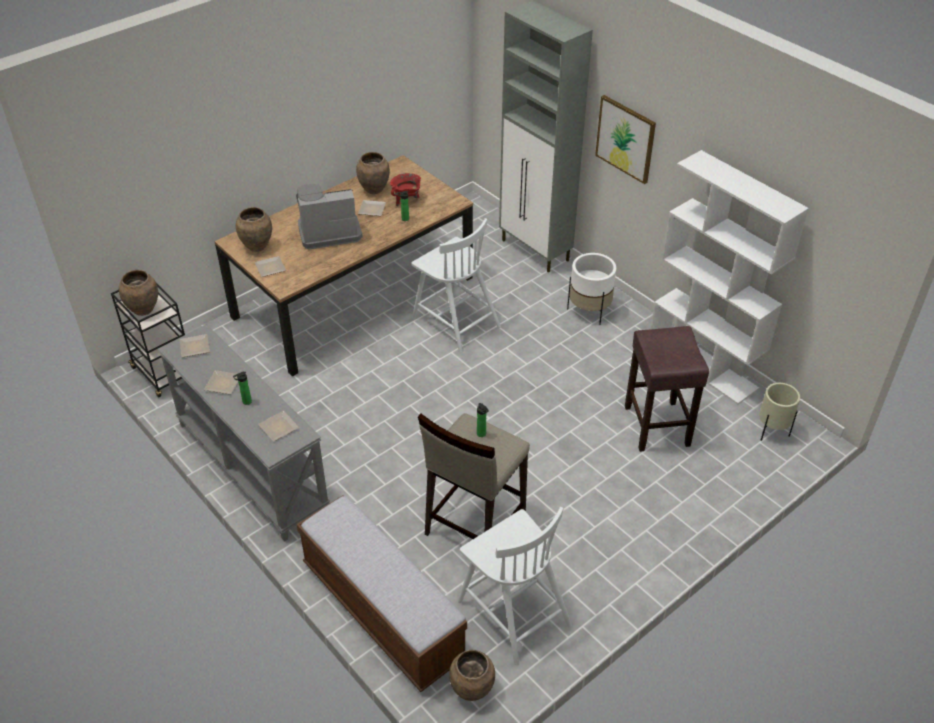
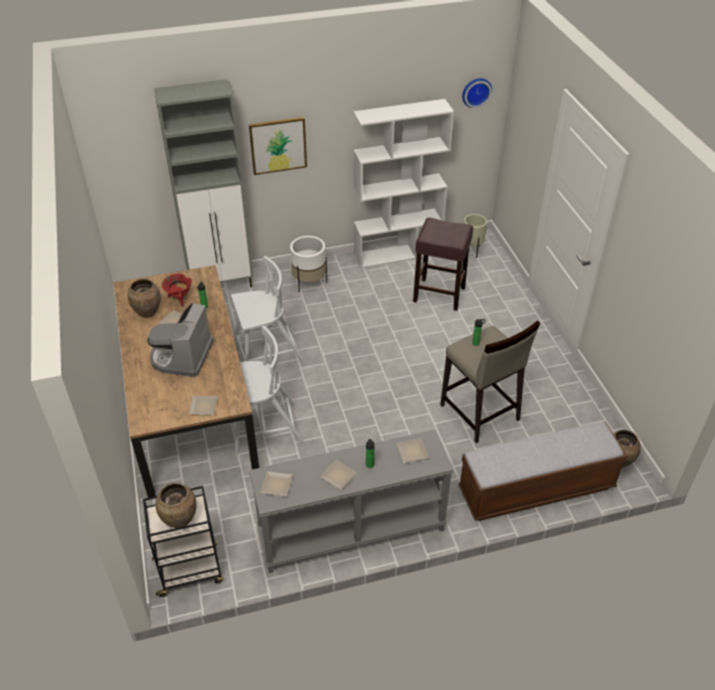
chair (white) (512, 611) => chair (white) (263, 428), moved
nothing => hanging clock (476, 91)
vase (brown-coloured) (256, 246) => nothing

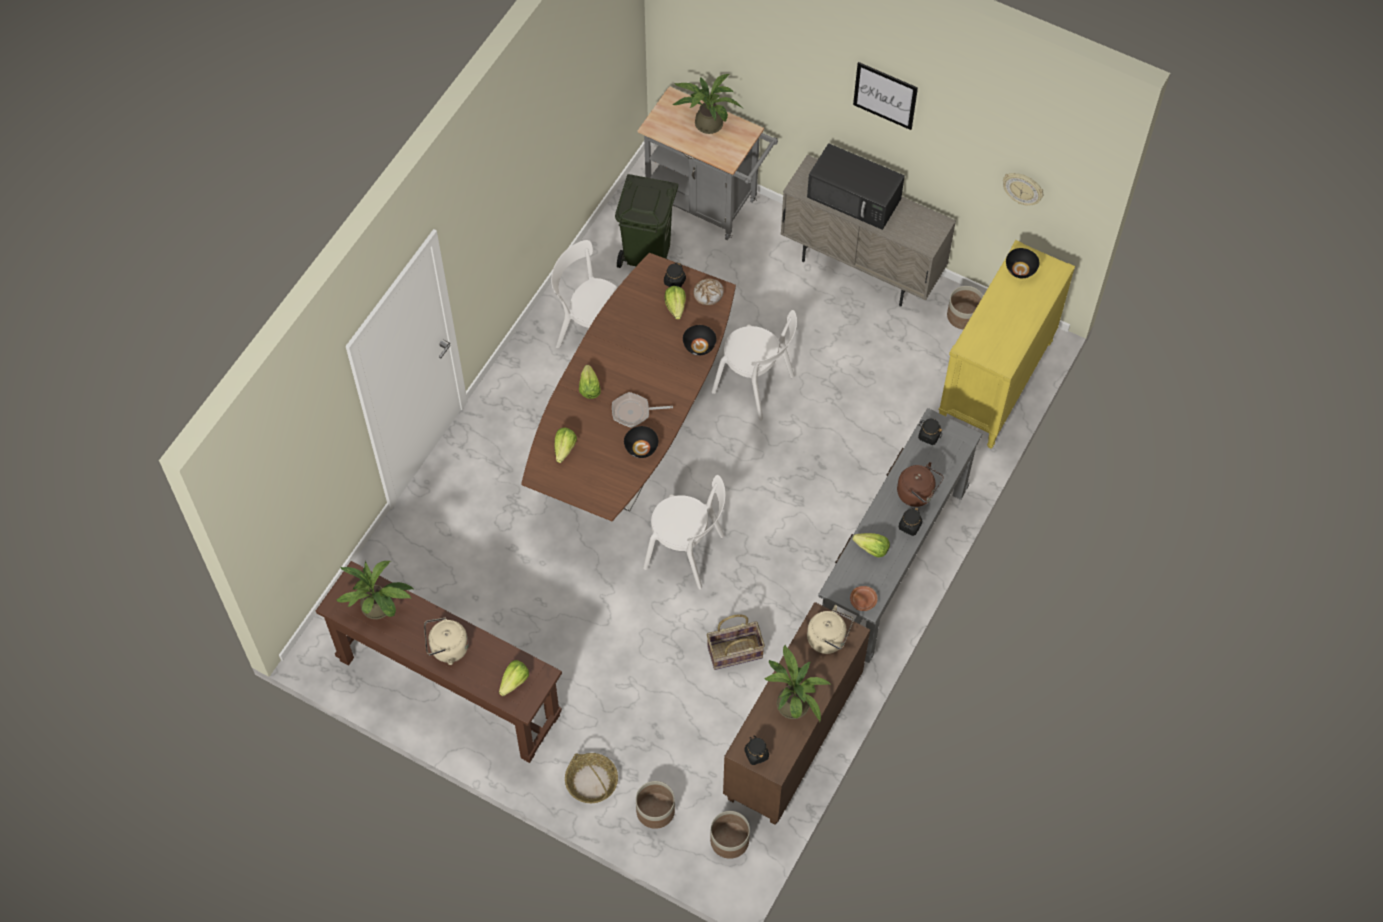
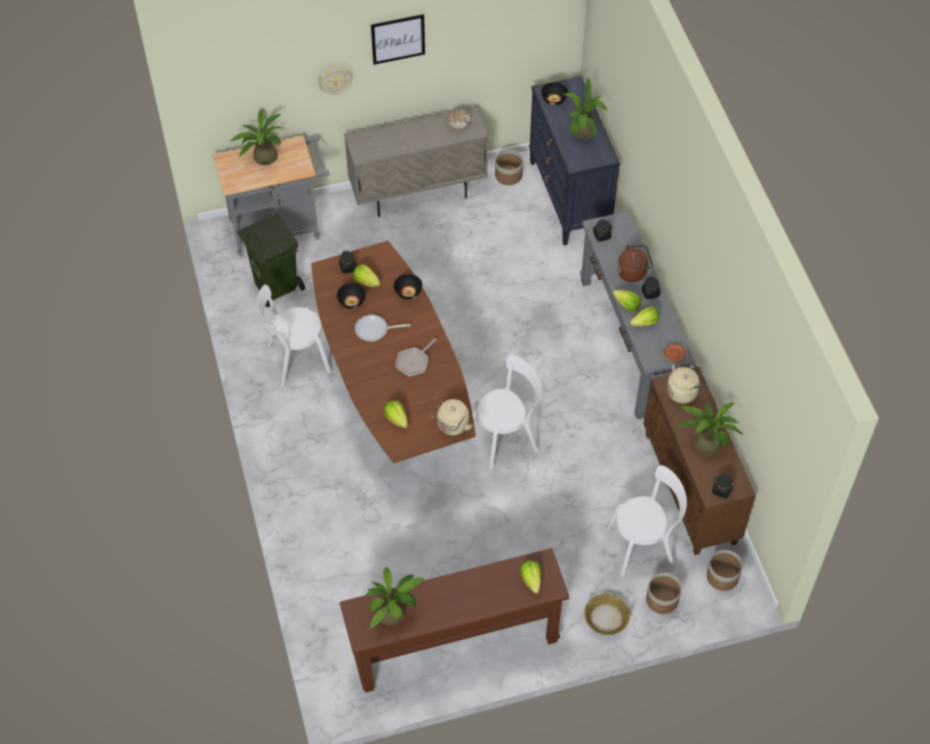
hanging clock (1023, 188) => hanging clock (335, 80), moved
deep dish (black) (641, 447) => deep dish (black) (351, 301), moved
nothing => frying pan (375, 330)
kettle (beige) (447, 648) => kettle (beige) (452, 426), moved
bread (708, 294) => bread (459, 122), moved
dresser (yellow) (995, 384) => dresser (black) (569, 198)
nothing => potted plant (582, 133)
chair (white) (756, 386) => chair (white) (644, 546), moved
head of lettuce (589, 388) => head of lettuce (626, 305), moved
storage basket (735, 653) => nothing
microwave (black) (855, 198) => nothing

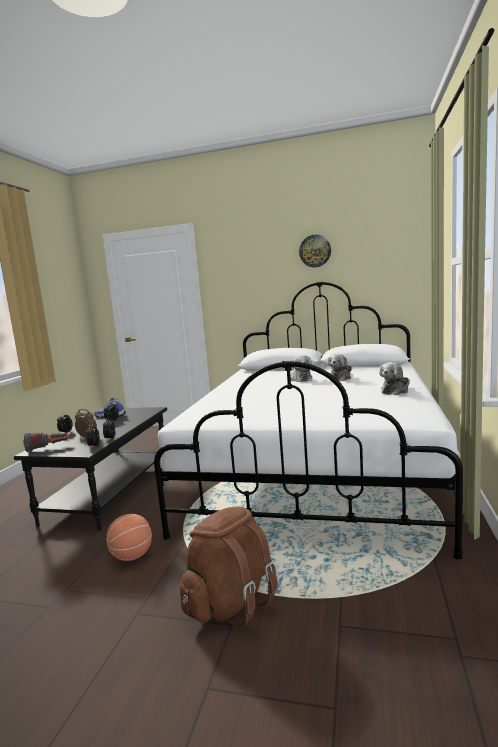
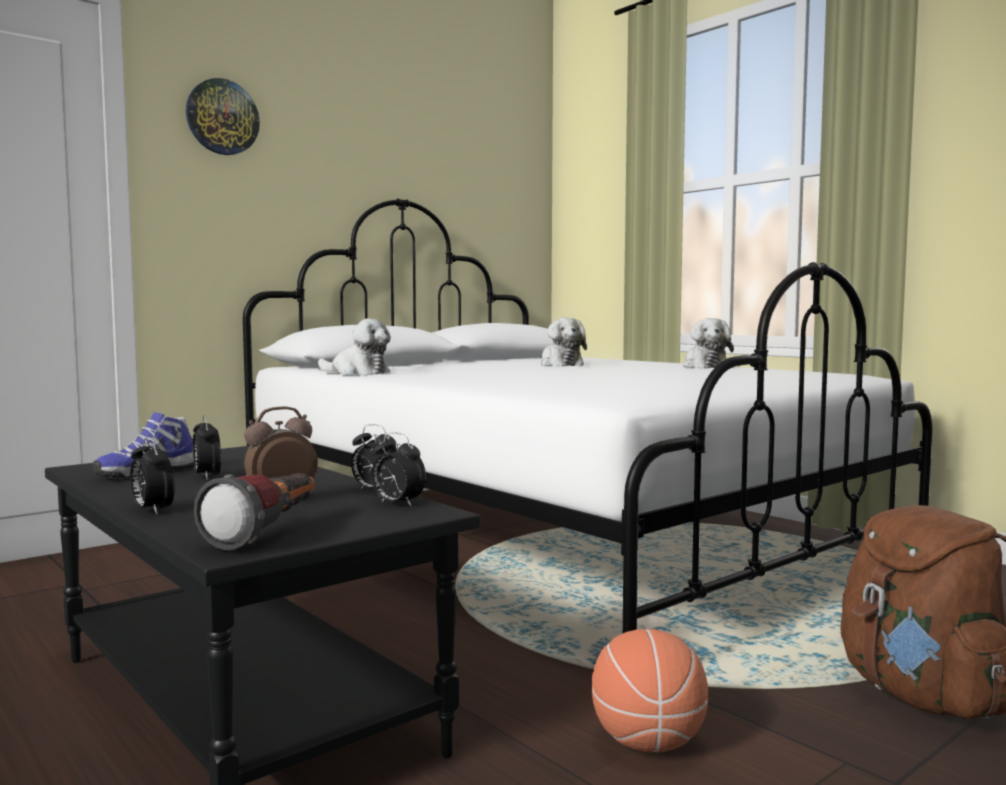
hanging clock (315, 251) => hanging clock (222, 117), moved
plush toy (300, 379) => plush toy (357, 373), moved

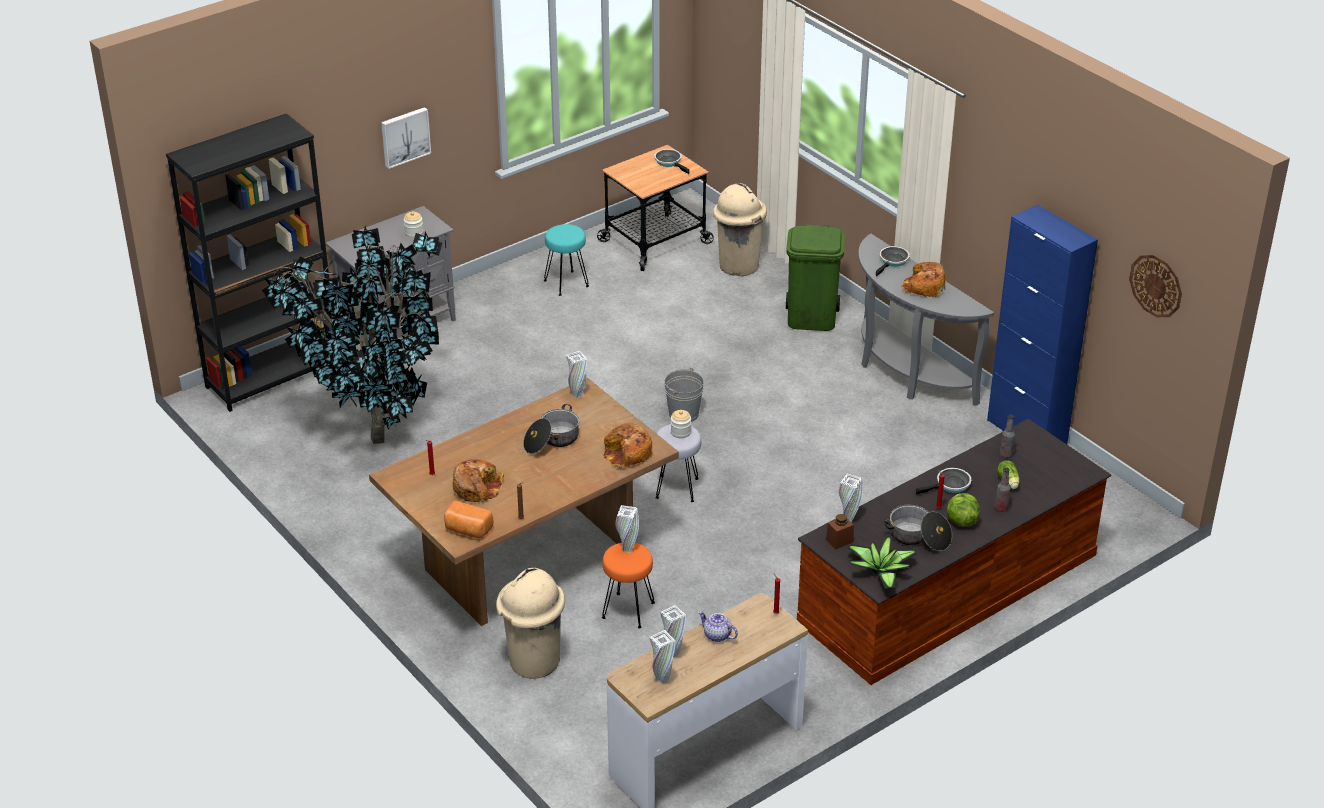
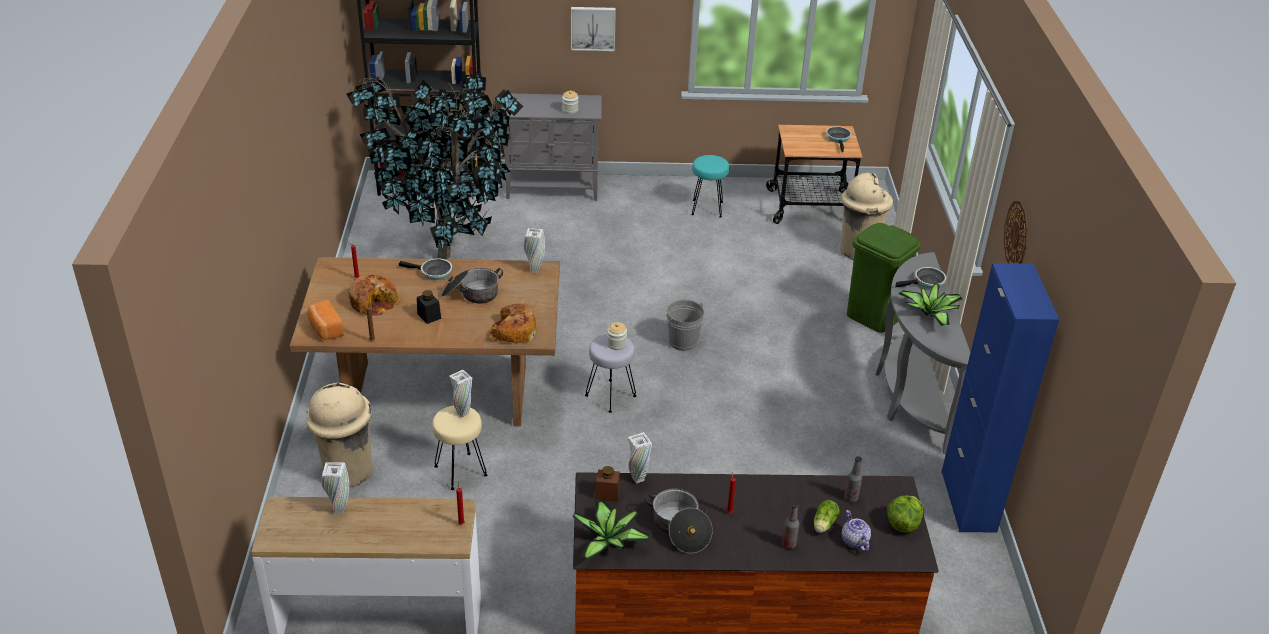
frying pan (950, 485) => frying pan (433, 272), moved
nothing => storage jar (black) (429, 316)
sitting stool (orange-coloured) (628, 611) => sitting stool (beige) (459, 471)
tea pot (717, 635) => tea pot (854, 541), moved
head of lettuce (961, 520) => head of lettuce (902, 524), moved
bread (923, 286) => potted plant (930, 314)
hanging clock (1156, 285) => hanging clock (1017, 235), moved
vase (white) (662, 679) => nothing

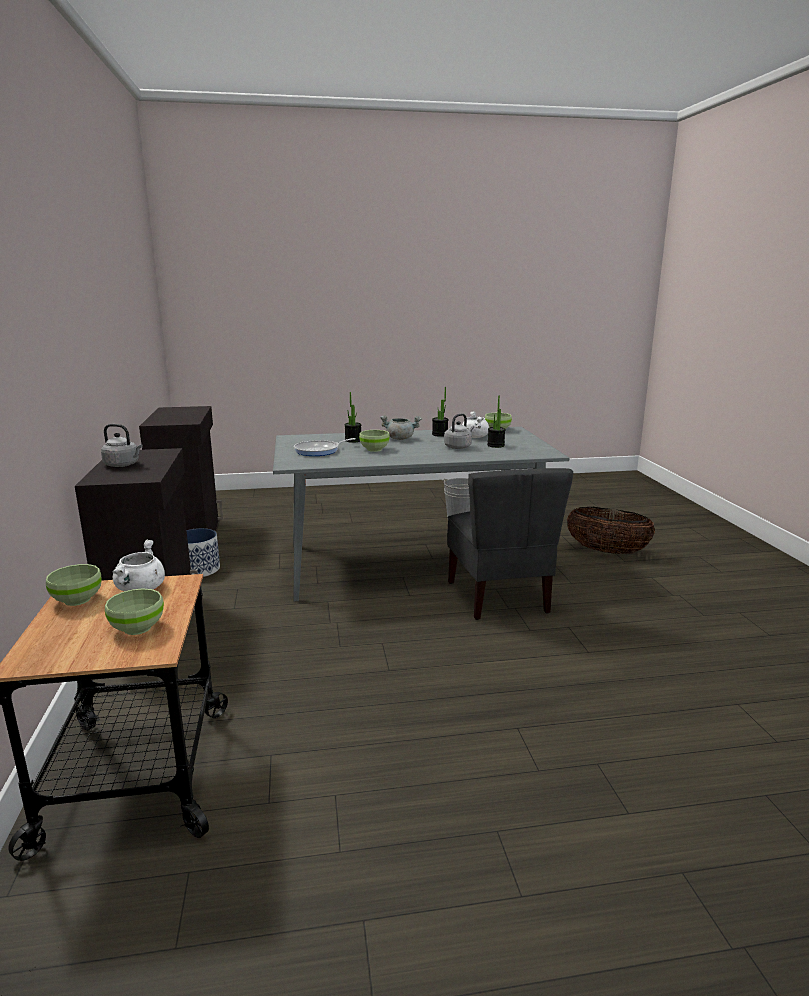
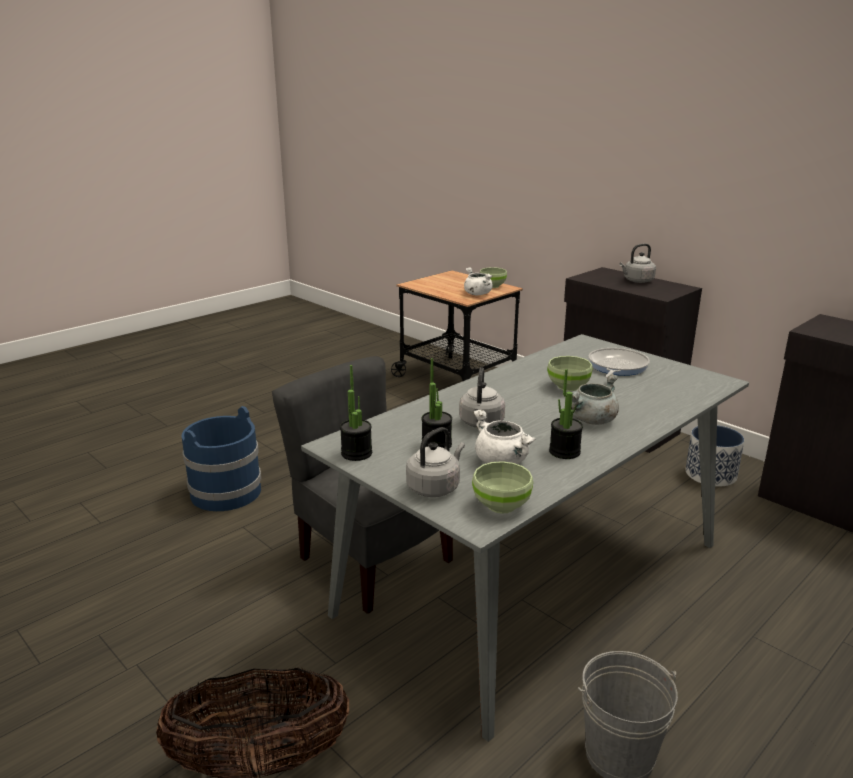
nothing => bucket (blue-coloured) (226, 492)
potted plant (353, 440) => potted plant (356, 453), moved
nothing => kettle (gray) (435, 487)
deep dish (greenish) (138, 628) => nothing

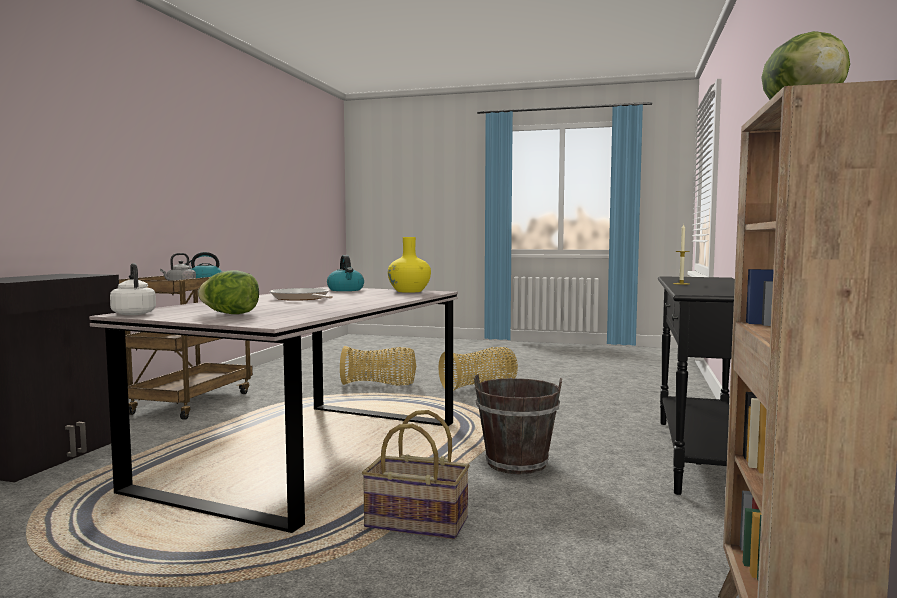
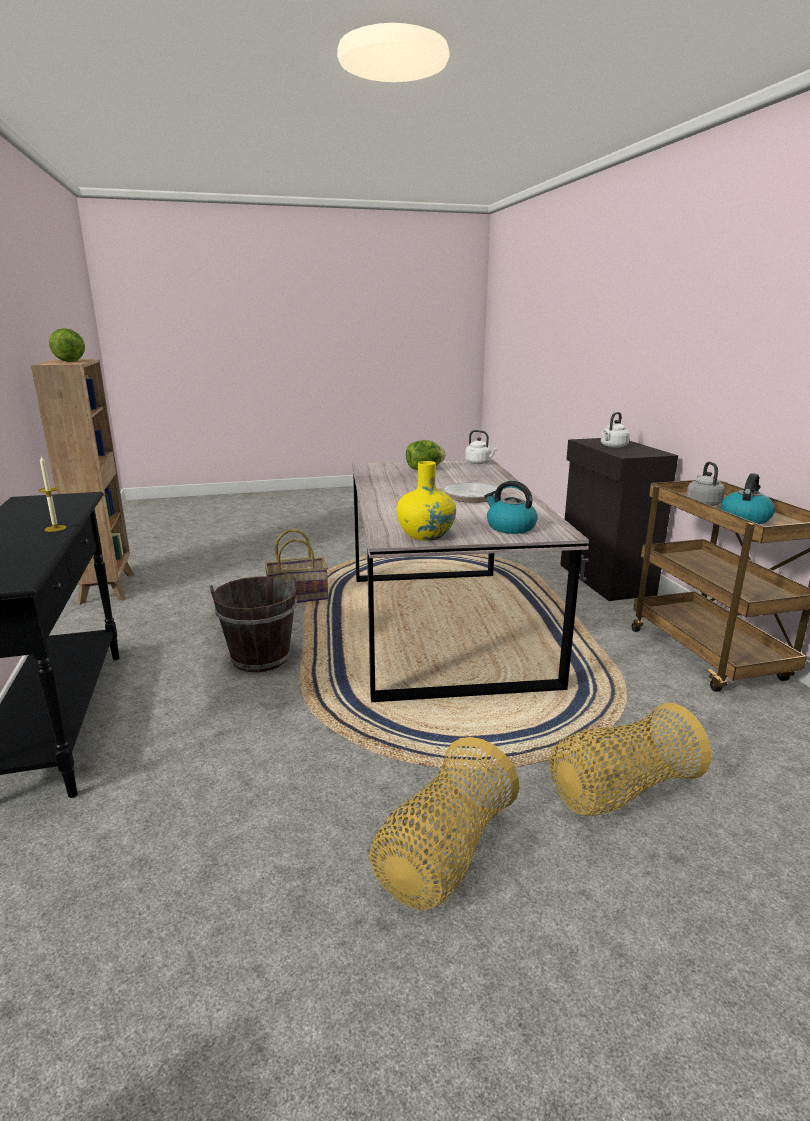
nothing => kettle (white) (613, 446)

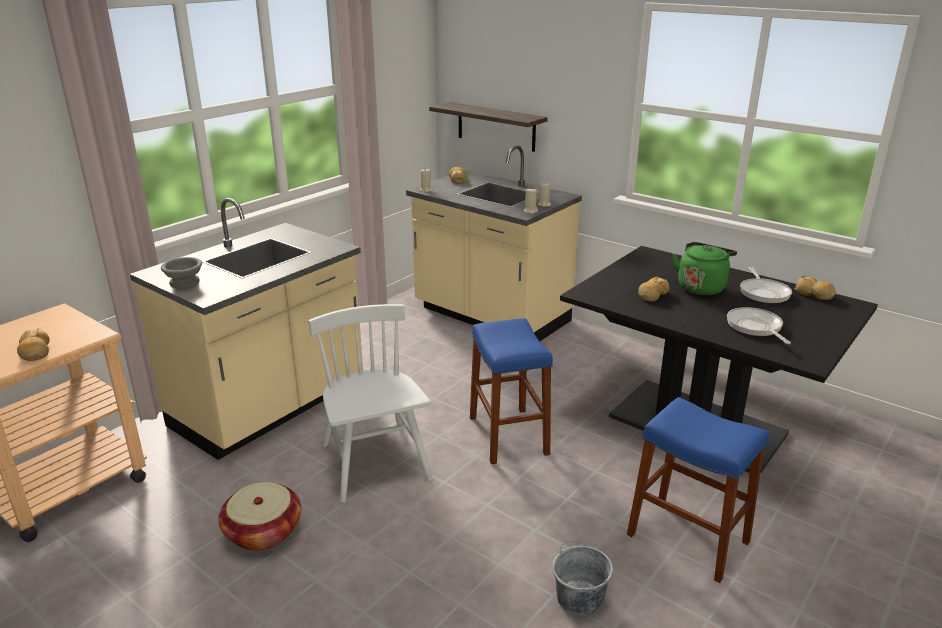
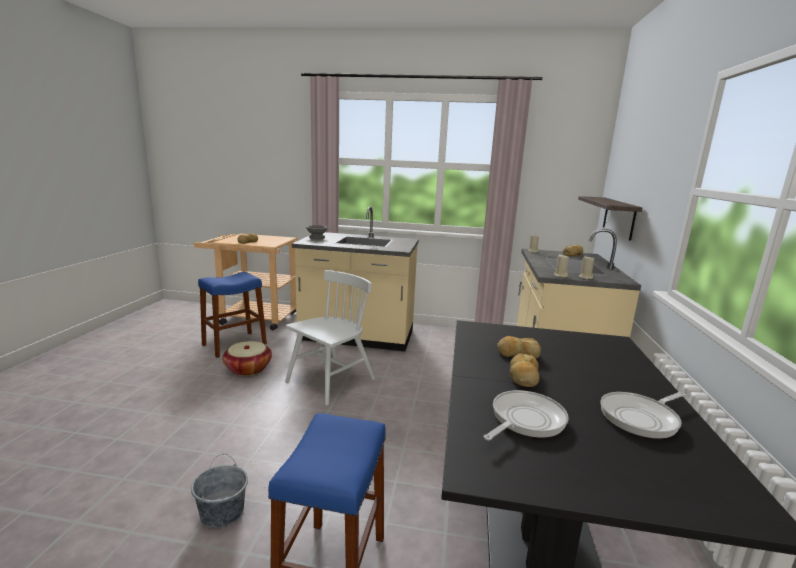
sitting stool (blue-coloured) (508, 435) => sitting stool (blue-coloured) (234, 344), moved
bread (814, 294) => bread (523, 377), moved
kettle (greenish) (701, 287) => nothing

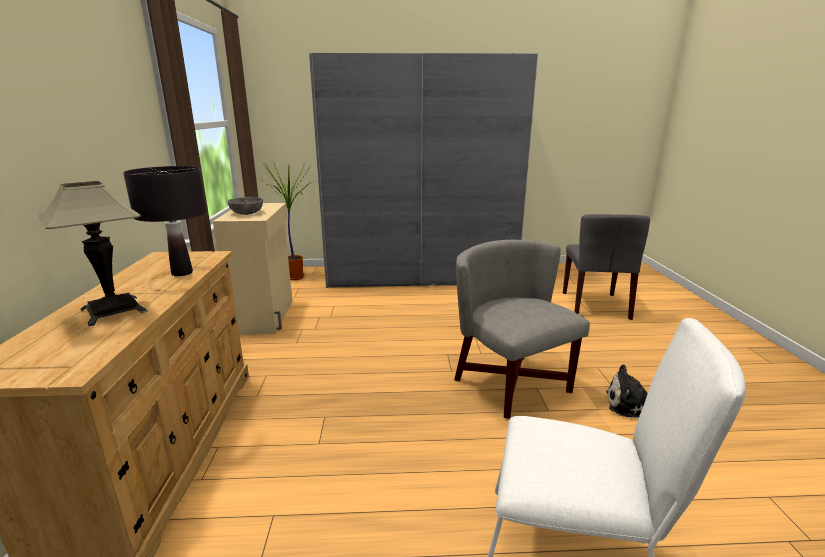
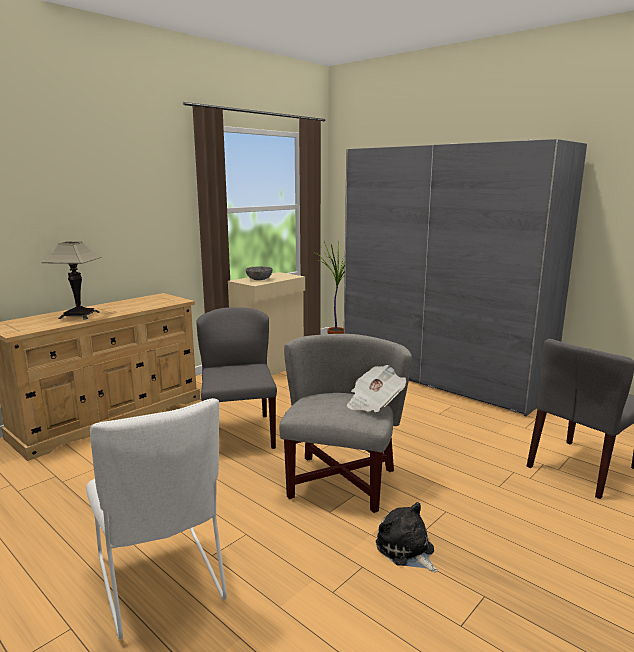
nothing => chair (gray) (239, 433)
nothing => printed paper (374, 403)
tabletop lamp (black) (182, 273) => nothing

